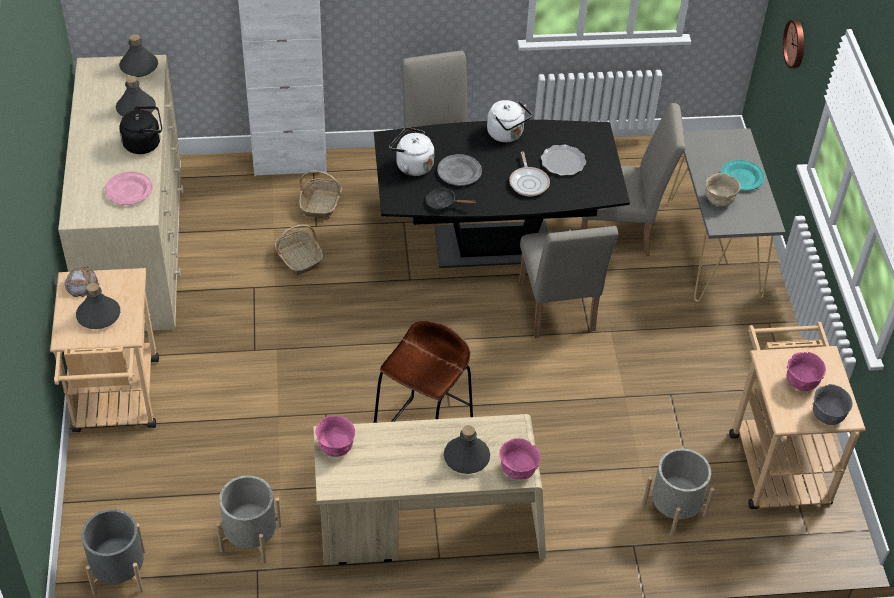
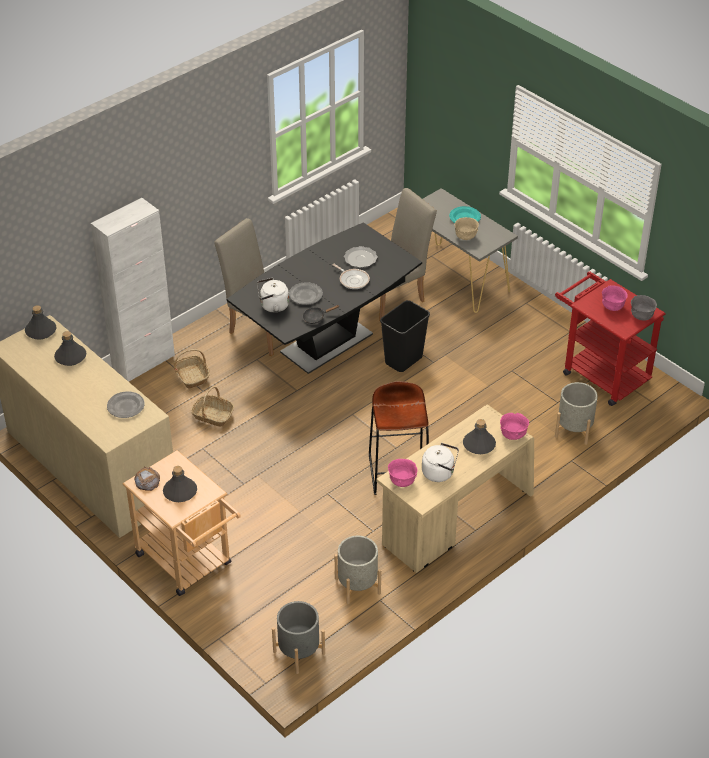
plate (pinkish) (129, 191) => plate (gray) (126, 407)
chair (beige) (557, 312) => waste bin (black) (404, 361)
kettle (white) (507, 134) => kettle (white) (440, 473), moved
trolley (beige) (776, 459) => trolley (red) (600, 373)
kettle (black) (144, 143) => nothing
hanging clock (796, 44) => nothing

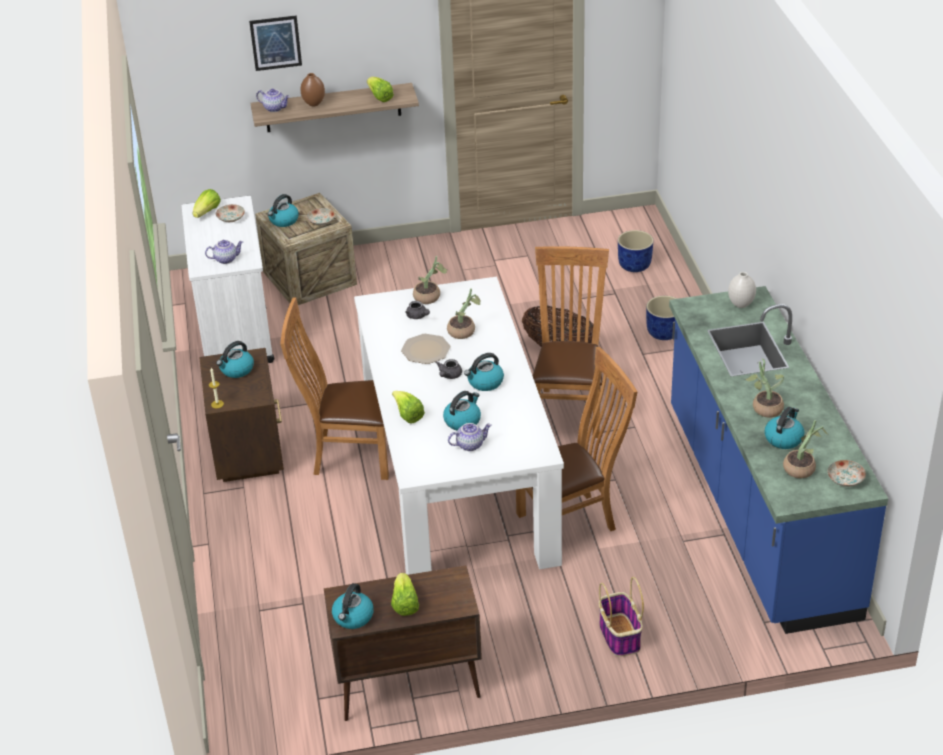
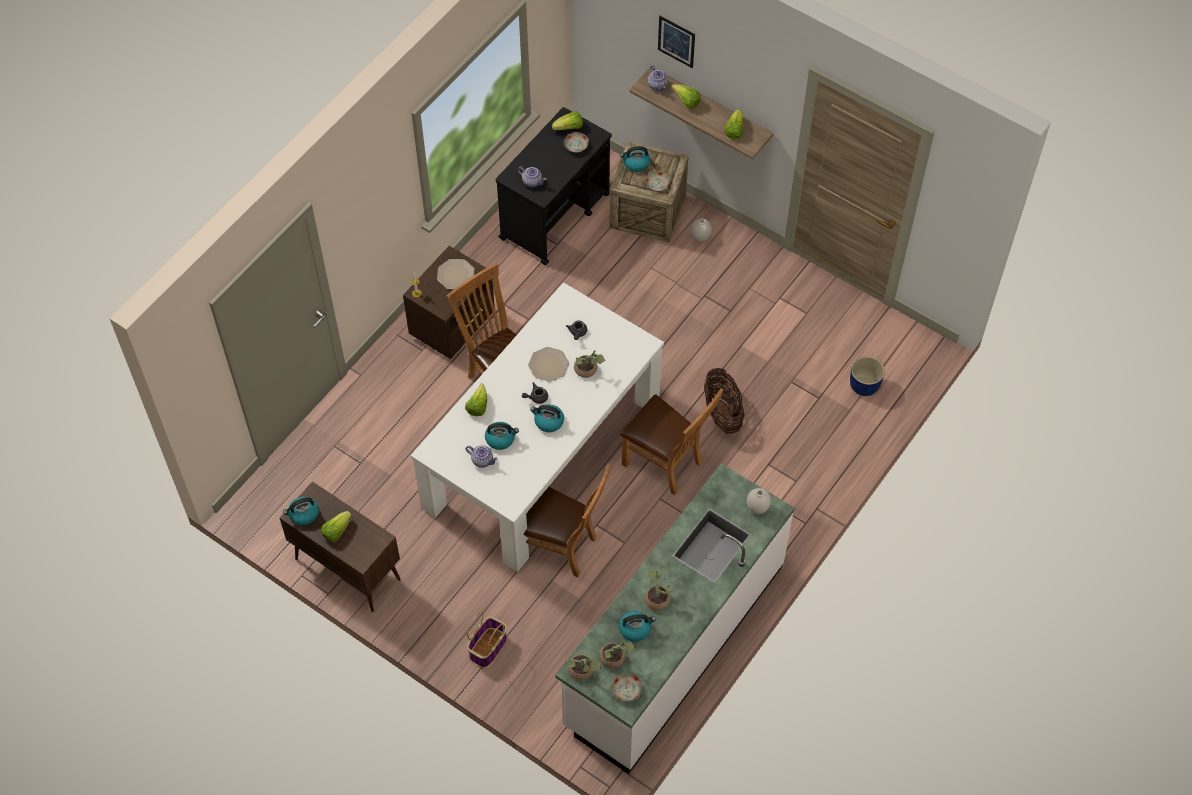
kettle (236, 370) => plate (456, 275)
trolley (white) (234, 328) => trolley (black) (555, 215)
kitchen base unit (blue-coloured) (758, 511) => kitchen base unit (white) (673, 645)
potted plant (430, 297) => potted plant (583, 671), moved
chair (brown-coloured) (569, 409) => chair (brown-coloured) (667, 464), 75 degrees clockwise
vase (brown-coloured) (314, 104) => head of lettuce (686, 102)
nothing => vase (white) (701, 237)
planter (blue-coloured) (664, 333) => nothing

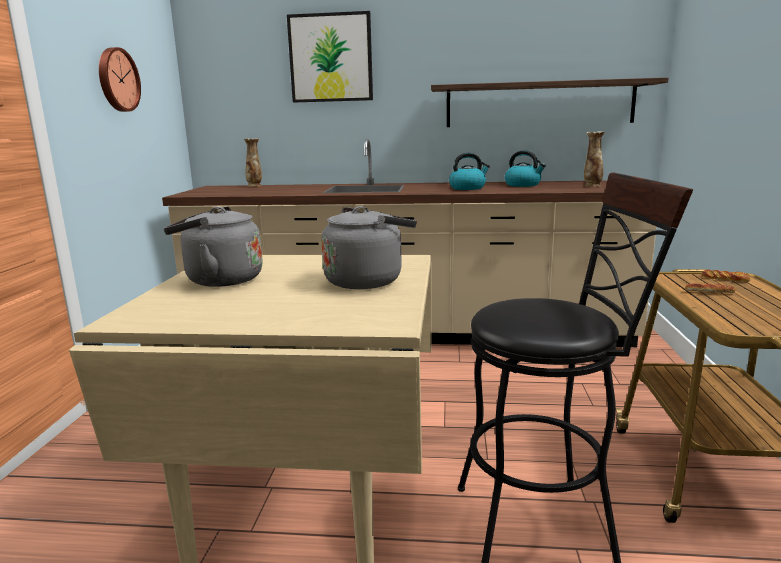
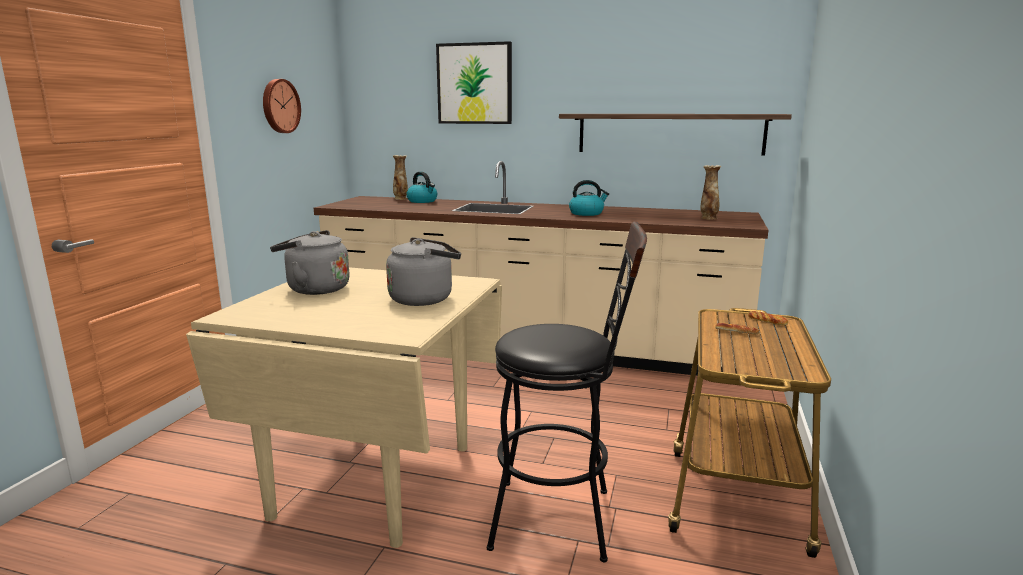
kettle (523, 185) => kettle (422, 201), moved

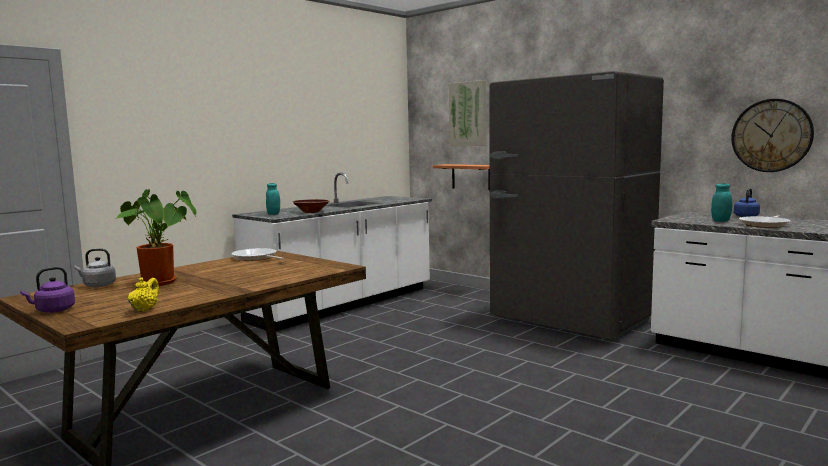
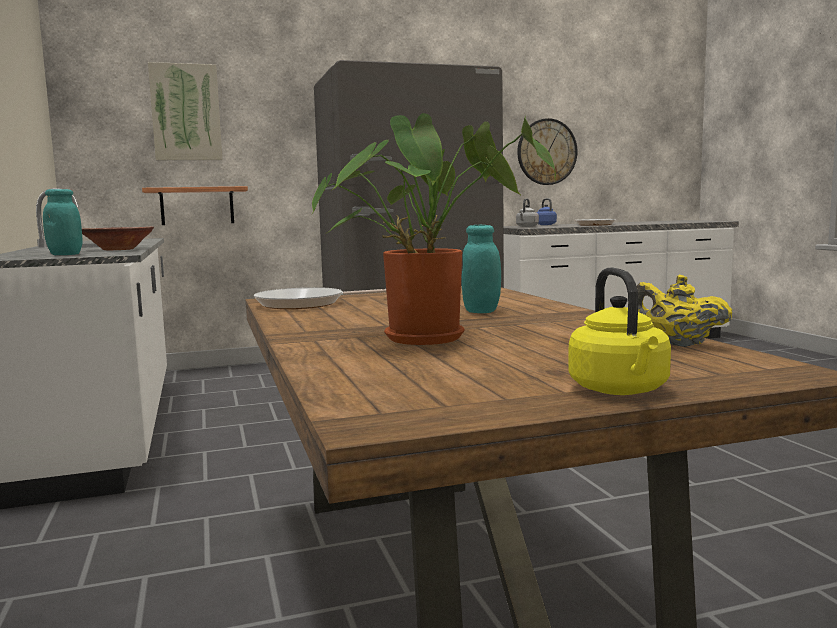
storage jar (blue-green) (721, 221) => storage jar (blue-green) (481, 311), moved
kettle (gray) (98, 285) => kettle (gray) (526, 226), moved
kettle (purple) (53, 310) => kettle (yellow) (620, 390)

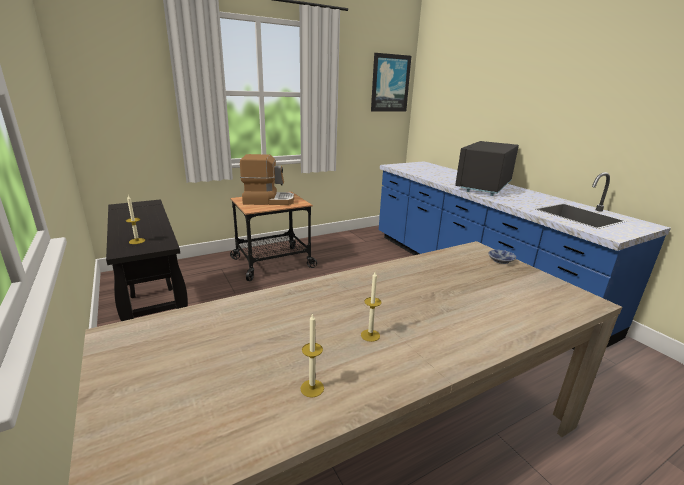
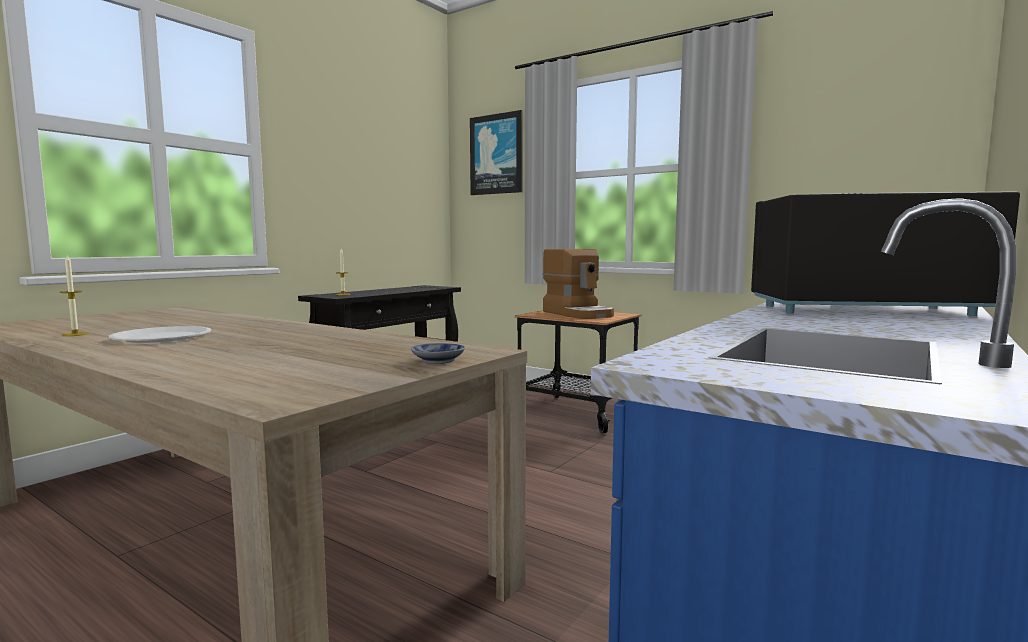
wax light (370, 335) => plate (white) (162, 337)
wall art (390, 83) => wall art (496, 154), moved

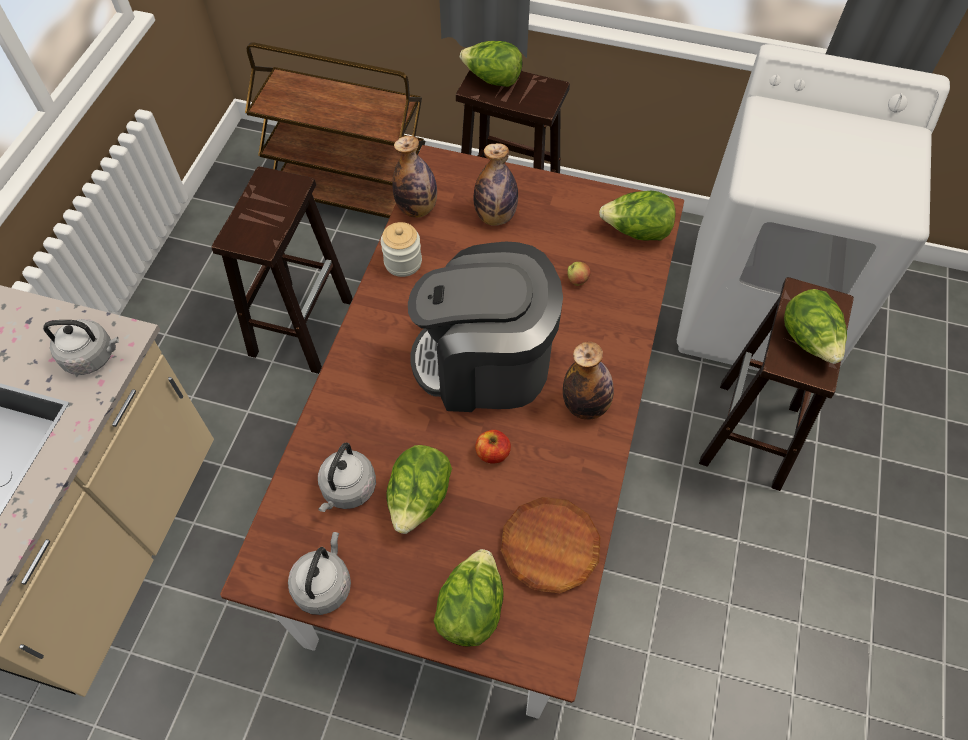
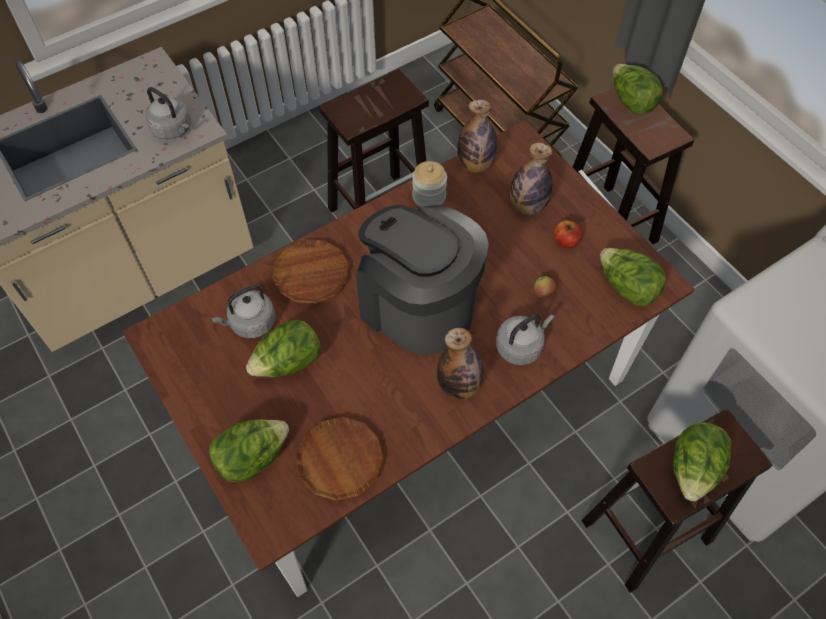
nothing => plate (brown-coloured) (311, 274)
kettle (gray) (324, 584) => kettle (gray) (521, 346), moved
whole apple (492, 453) => whole apple (566, 241), moved

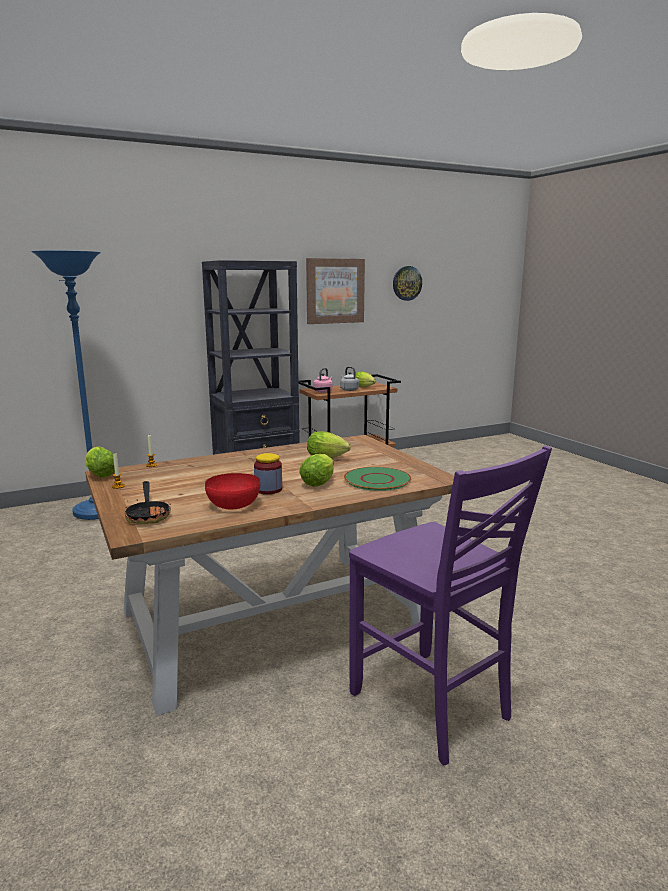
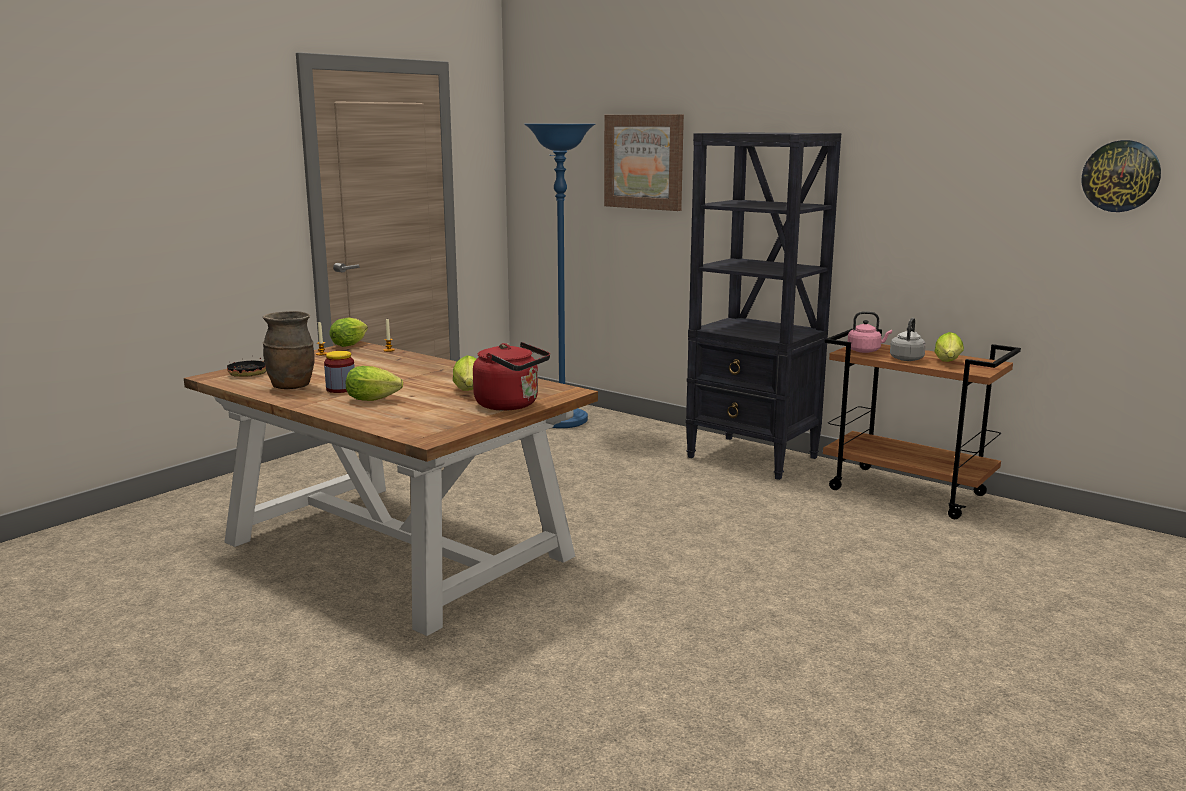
deep dish (red) (233, 504) => vase (brown-coloured) (292, 386)
nothing => kettle (red) (511, 405)
wall art (334, 291) => wall art (644, 162), moved
plate (greenish) (377, 480) => nothing
chair (purple) (432, 706) => nothing

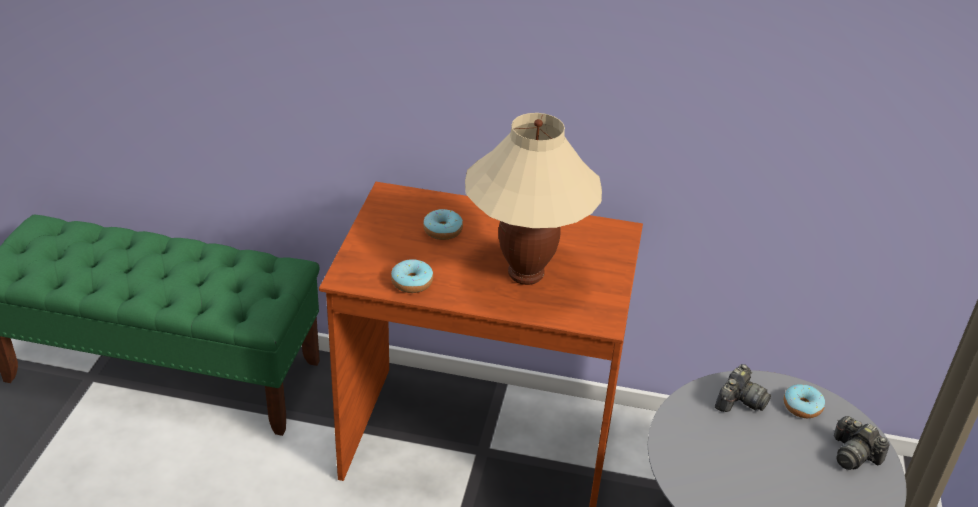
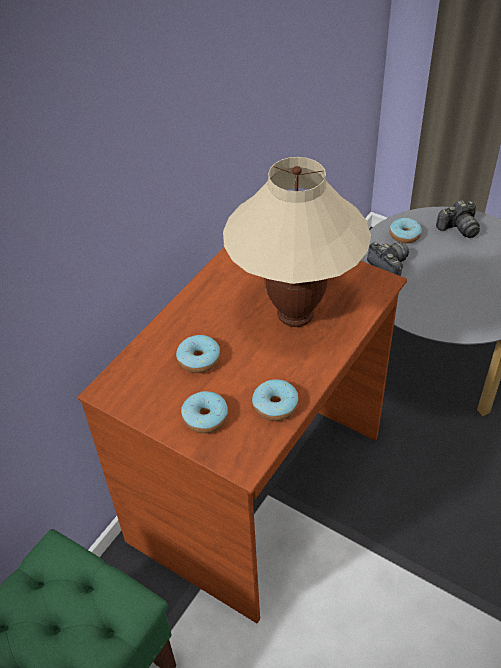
nothing => ring doughnut (205, 418)

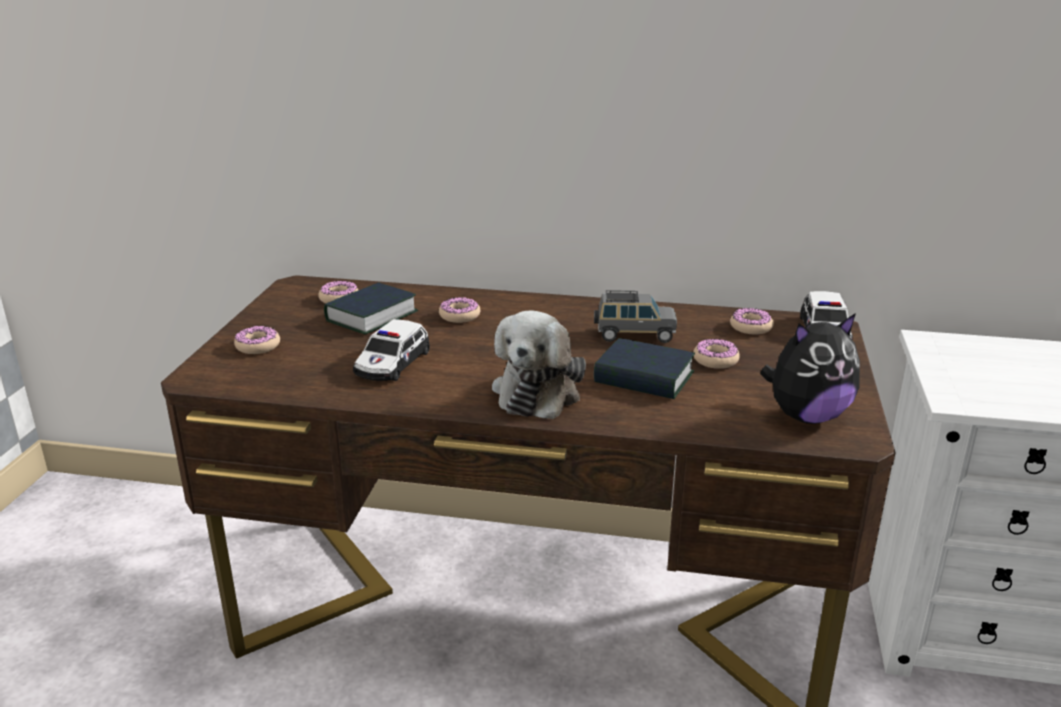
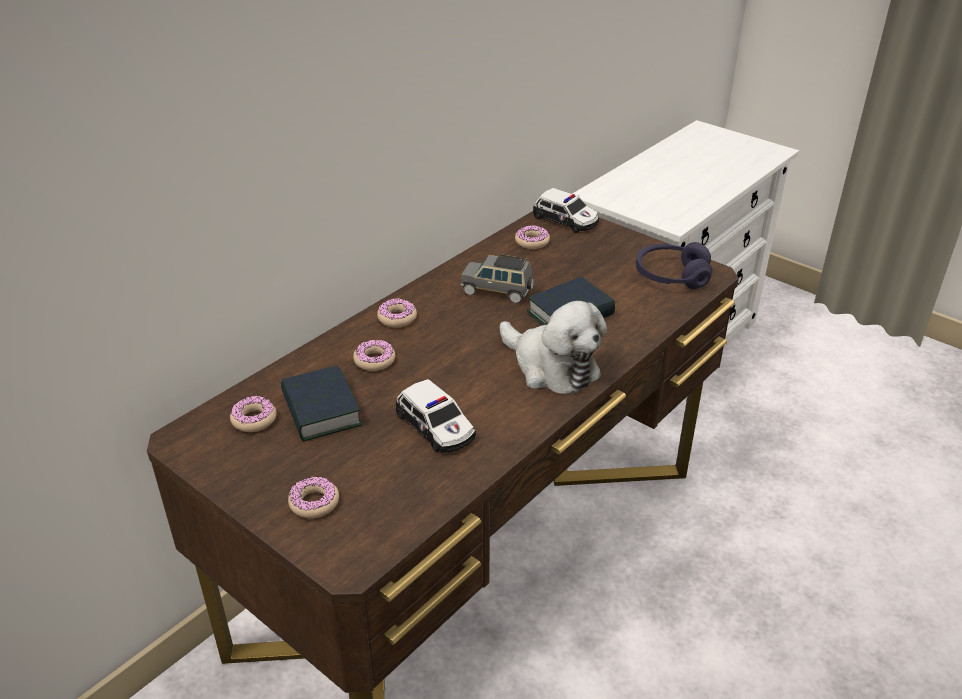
ring doughnut (715, 360) => ring doughnut (397, 318), moved
toy car (gray) (634, 335) => toy car (gray) (497, 291), 105 degrees counterclockwise
plush toy (806, 416) => pair of headphones (purple) (671, 276)

